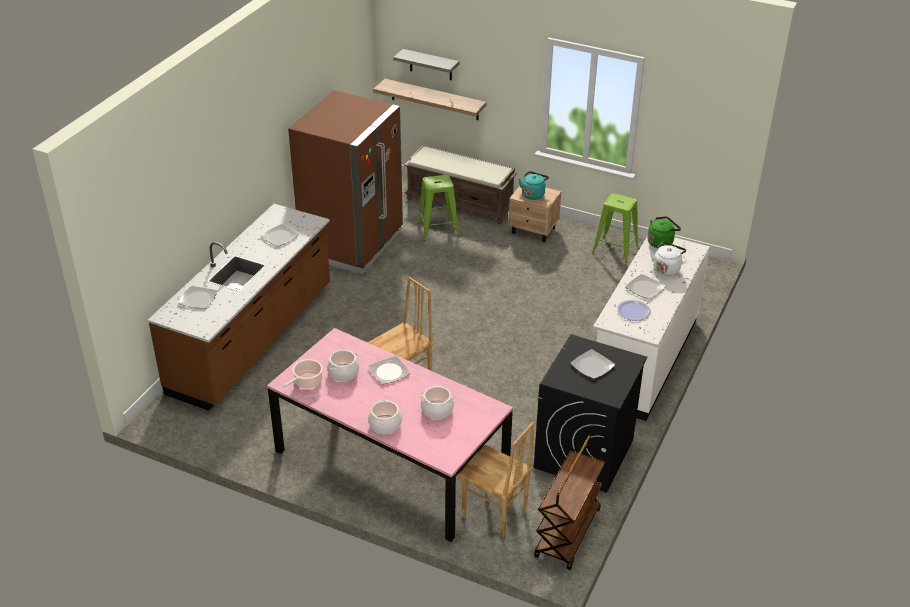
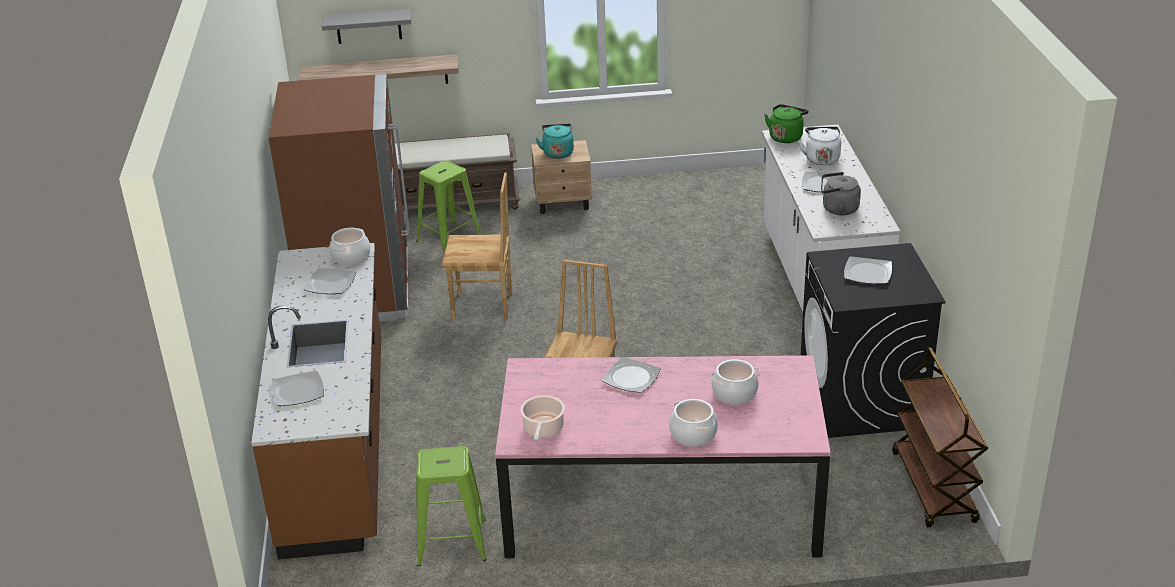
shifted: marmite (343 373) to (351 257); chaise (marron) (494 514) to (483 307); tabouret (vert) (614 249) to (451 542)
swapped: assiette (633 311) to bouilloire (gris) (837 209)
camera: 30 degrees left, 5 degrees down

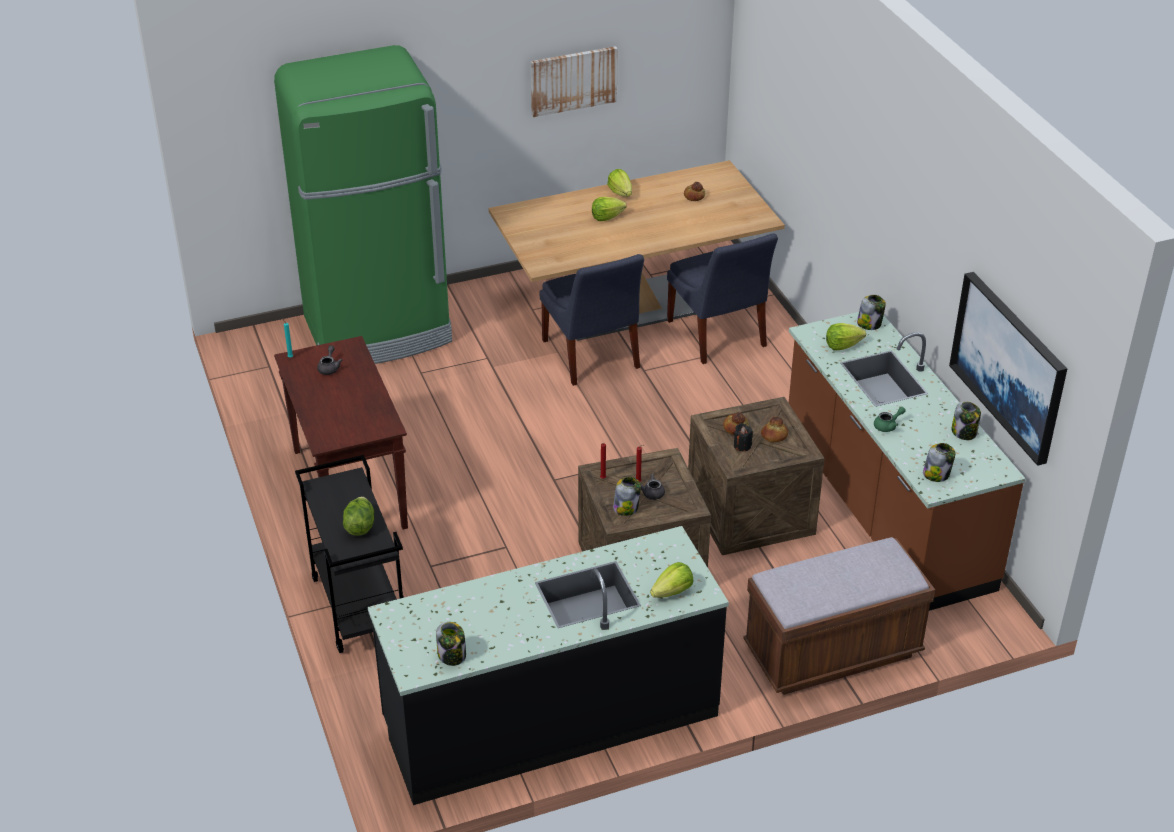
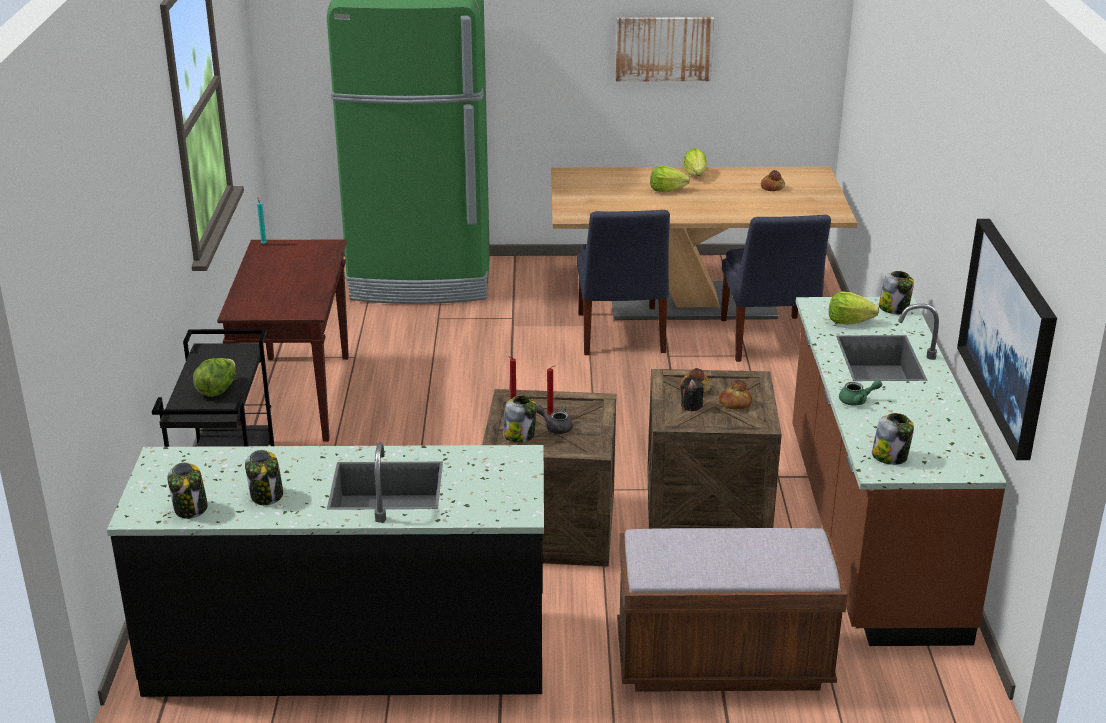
gone: théière (gris) (329 367); laitue (672 592)
shifted: bocal (964 432) to (267 496)
camera: 20 degrees right, 10 degrees down

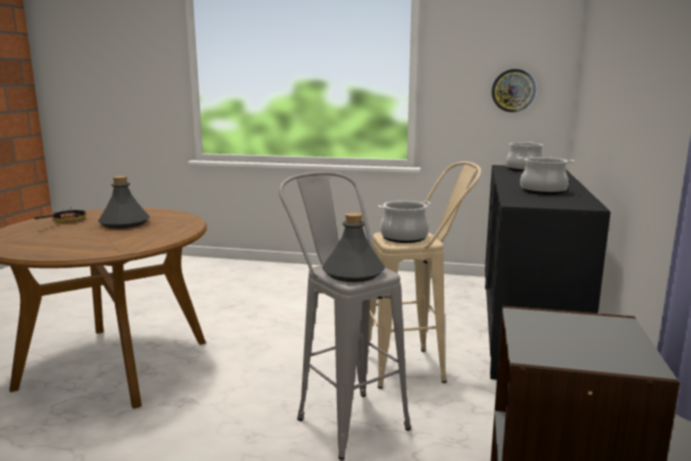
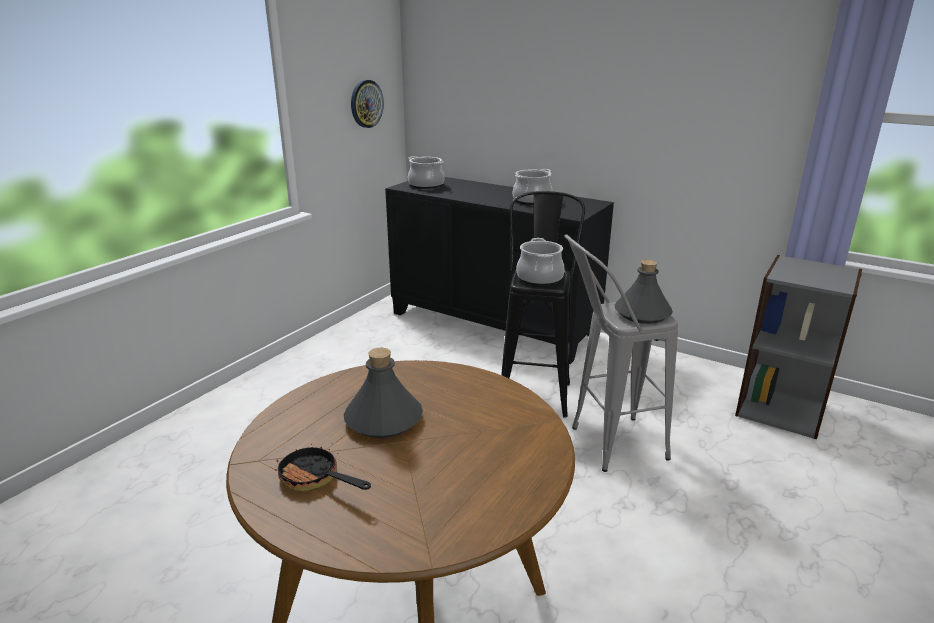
repainted: tabouret (beige) (417 367) to tabouret (noir) (536 390)
camera: 70 degrees left, 10 degrees up

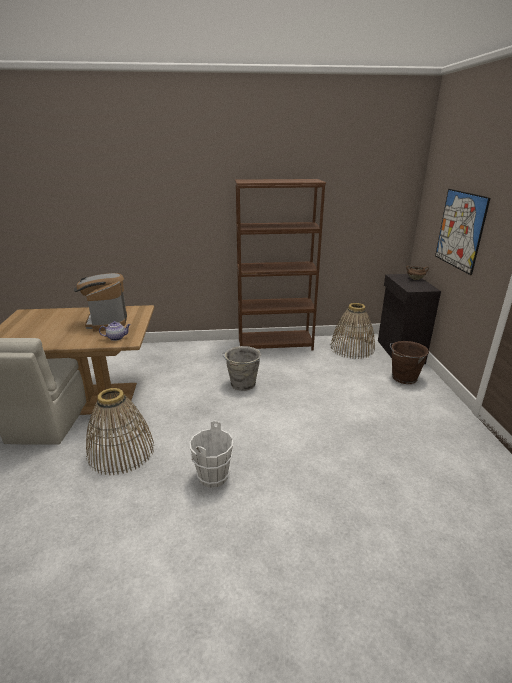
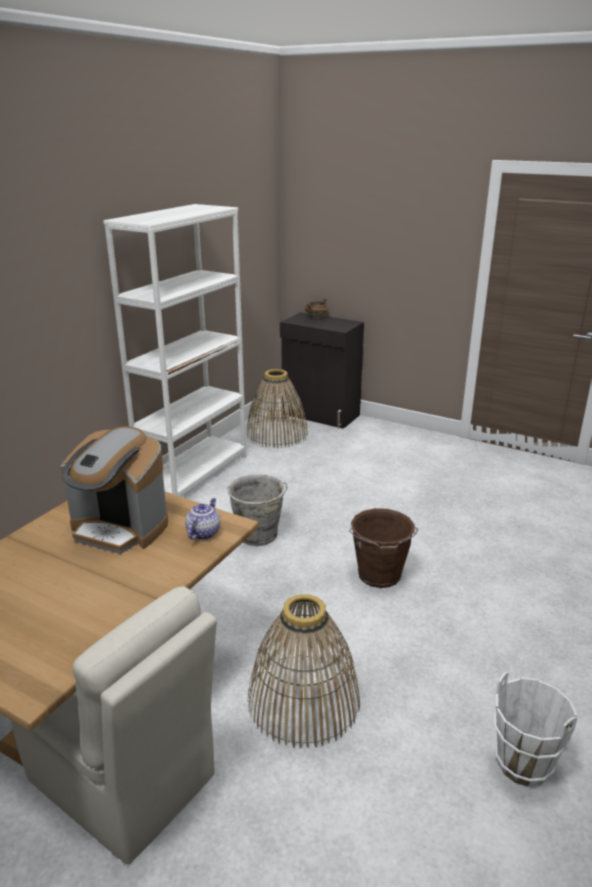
gone: tableau (460 230)
shifted: seau (blanc) (213 476) to (523 763); seau (marron) (403 378) to (379 576)
repainted: bibliothèque (marron) (275 345) to bibliothèque (blanc) (194 474)
camera: 55 degrees left, 0 degrees up

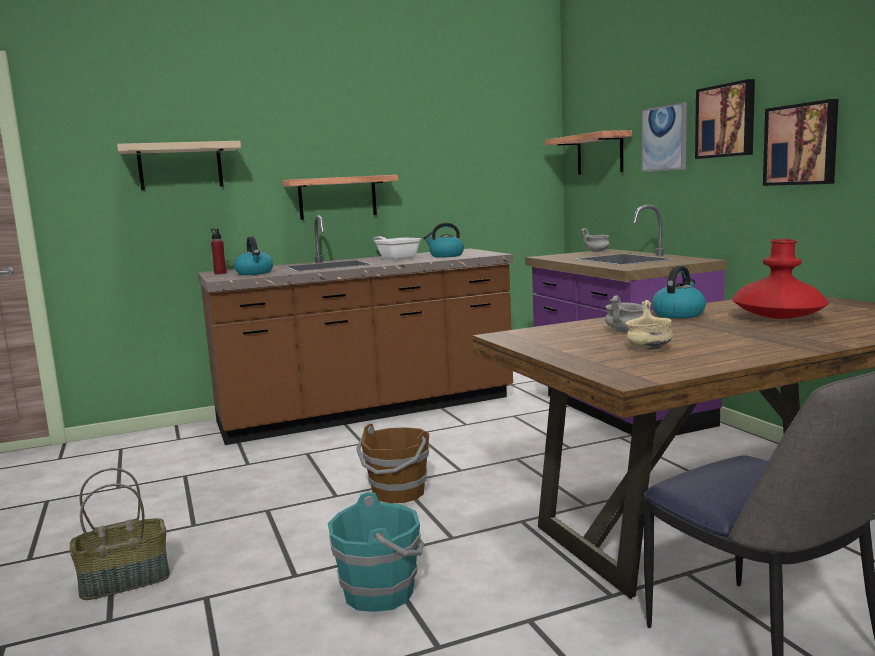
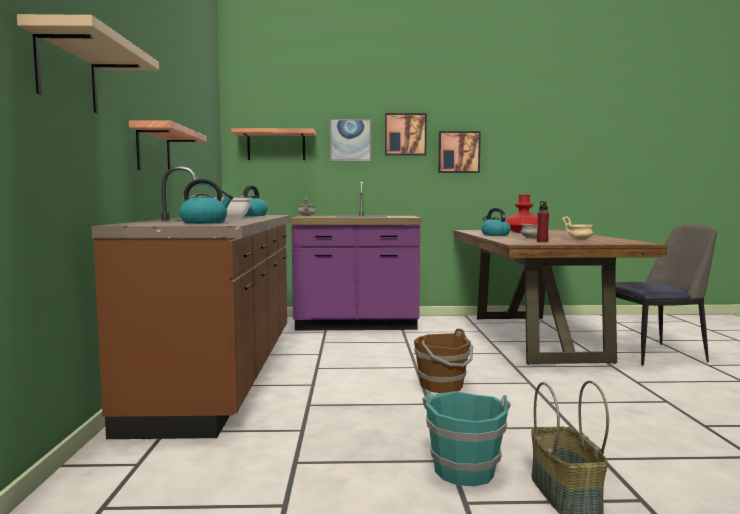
shifted: bouteille (rouge) (220 273) to (542 241); seau (turquoise) (381 592) to (464 469)
camera: 70 degrees left, 5 degrees down

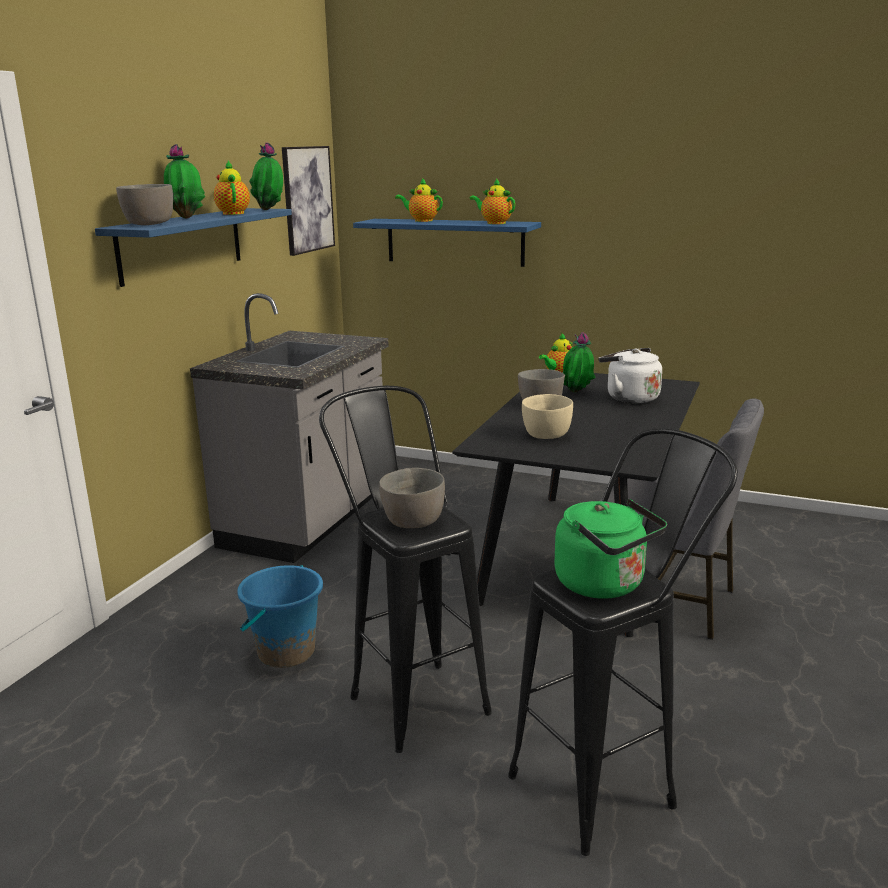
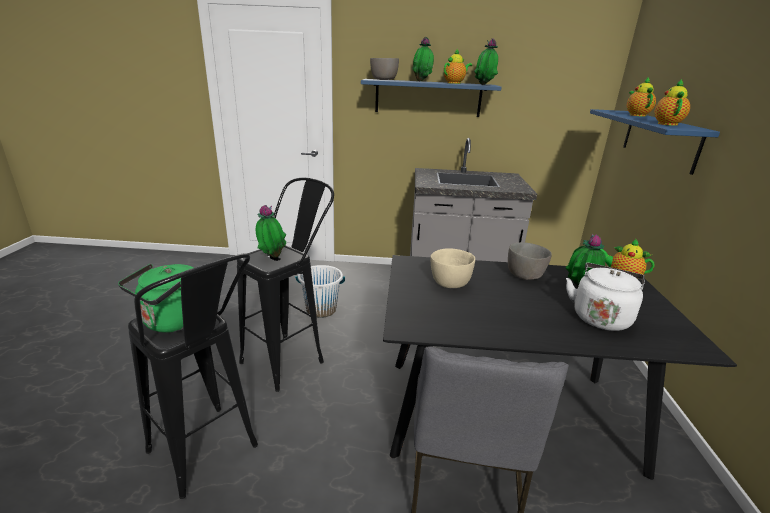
gone: tableau (307 199)
swapped: bol (gris) (412 522) to plante en pot (271 257)
repainted: seau (bleu) (285 652) to seau (blanc) (321 309)
camera: 70 degrees right, 5 degrees up

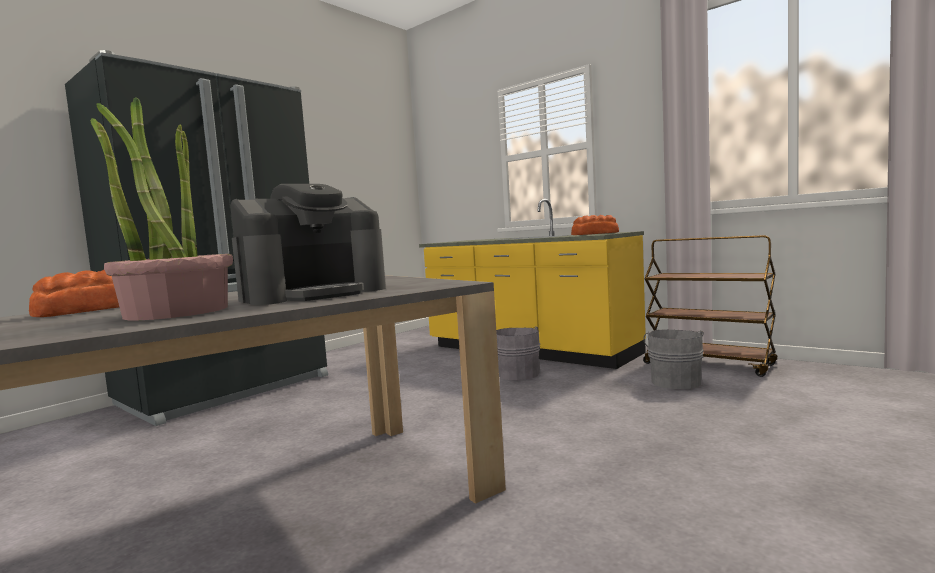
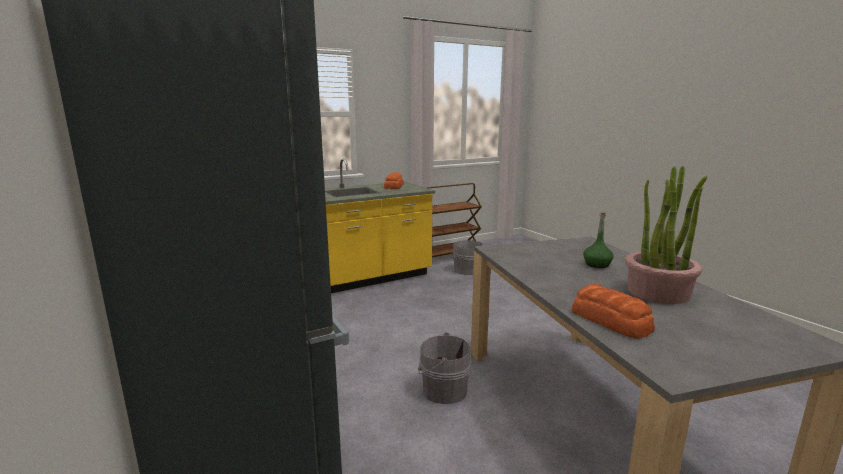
shifted: seau (gris) (517 373) to (442 389)
swapped: machine à café (314 294) to bouteille (vert) (597 264)
camera: 70 degrees left, 10 degrees up

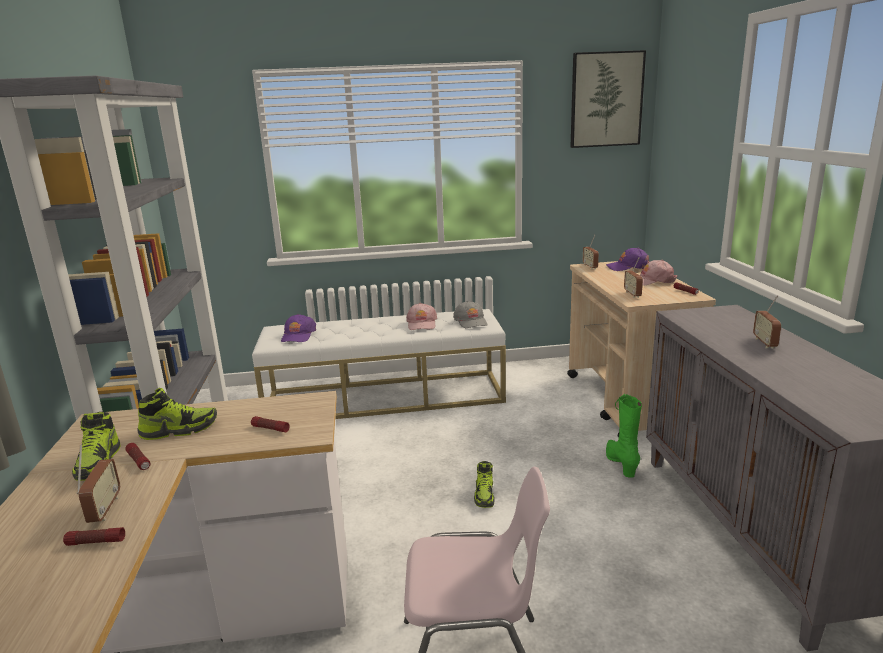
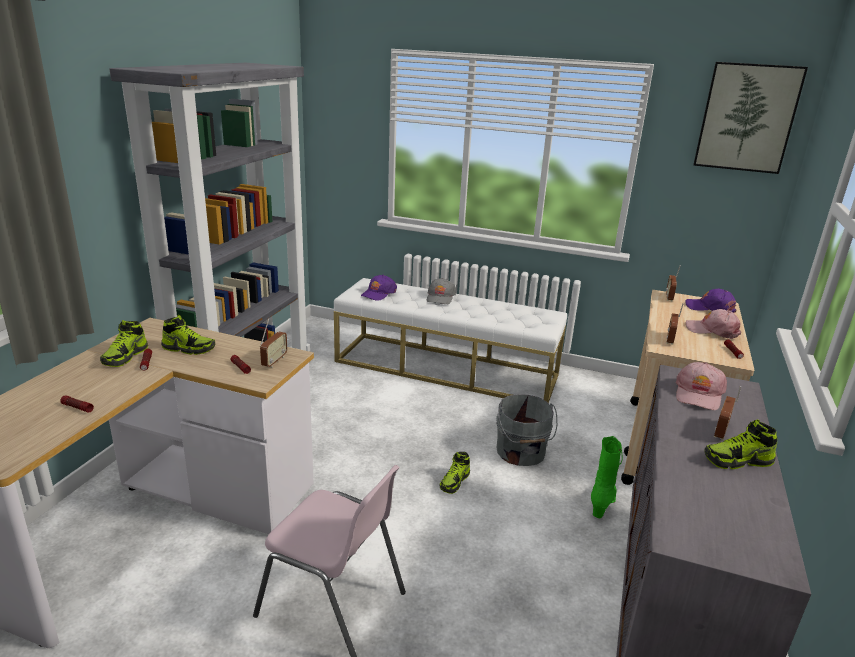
new: seau (gris) (521 453); chaussure (737 461)
shifted: radio (105 509) to (274 361); casquette (rose) (421 323) to (699 394); casquette (gris) (471 321) to (440 297)
camera: 25 degrees right, 5 degrees up

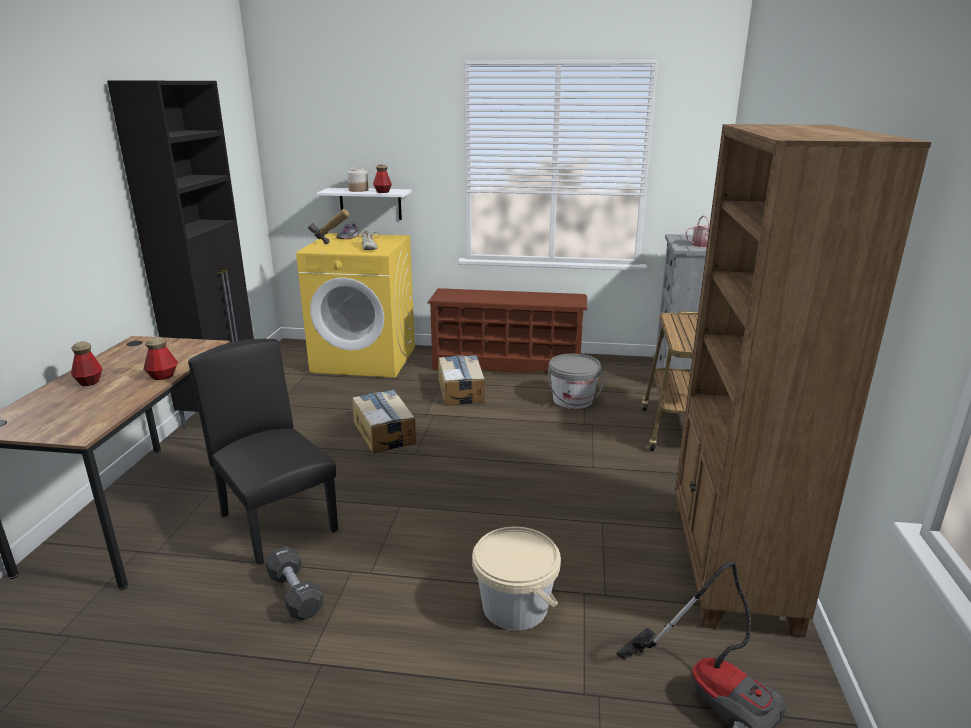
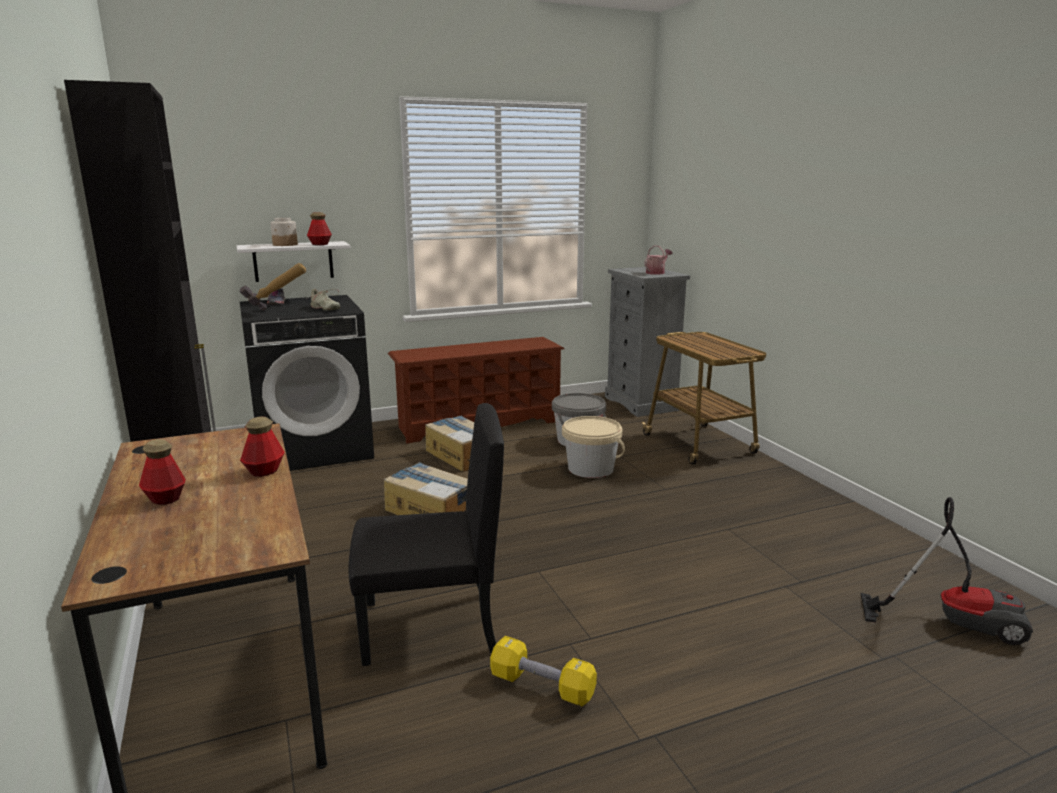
gone: bibliothèque (marron) (730 566)
shifted: seau (beige) (515 606) to (590 469)
repainted: haltère (noir) (295 594) to haltère (jaune) (542 686); lave-linge (jaune) (365 359) to lave-linge (noir) (314 448)
rotated: chaise (noir) (279 522) = (429 627) 150 degrees clockwise
camera: 30 degrees left, 5 degrees down

